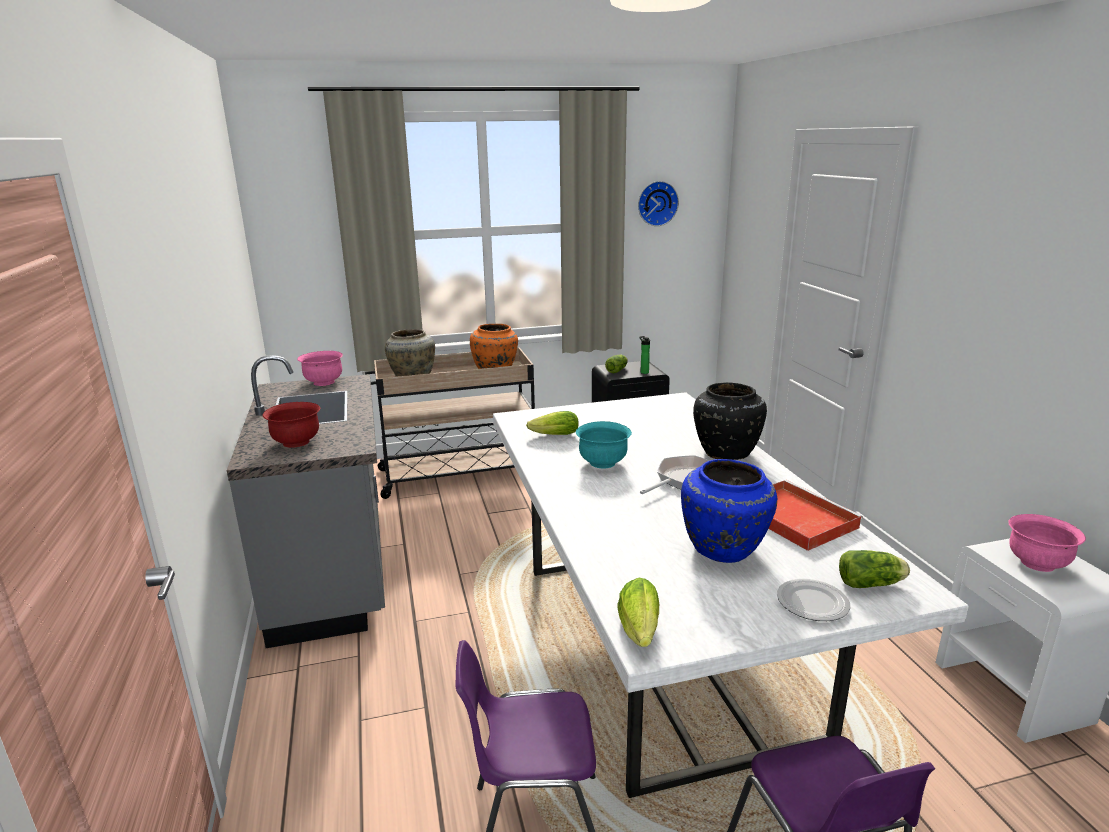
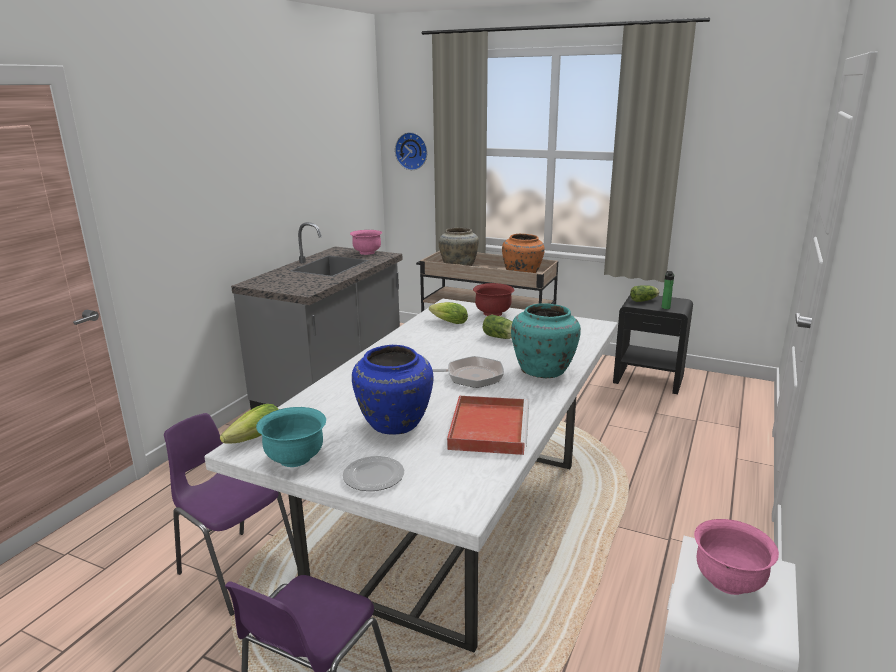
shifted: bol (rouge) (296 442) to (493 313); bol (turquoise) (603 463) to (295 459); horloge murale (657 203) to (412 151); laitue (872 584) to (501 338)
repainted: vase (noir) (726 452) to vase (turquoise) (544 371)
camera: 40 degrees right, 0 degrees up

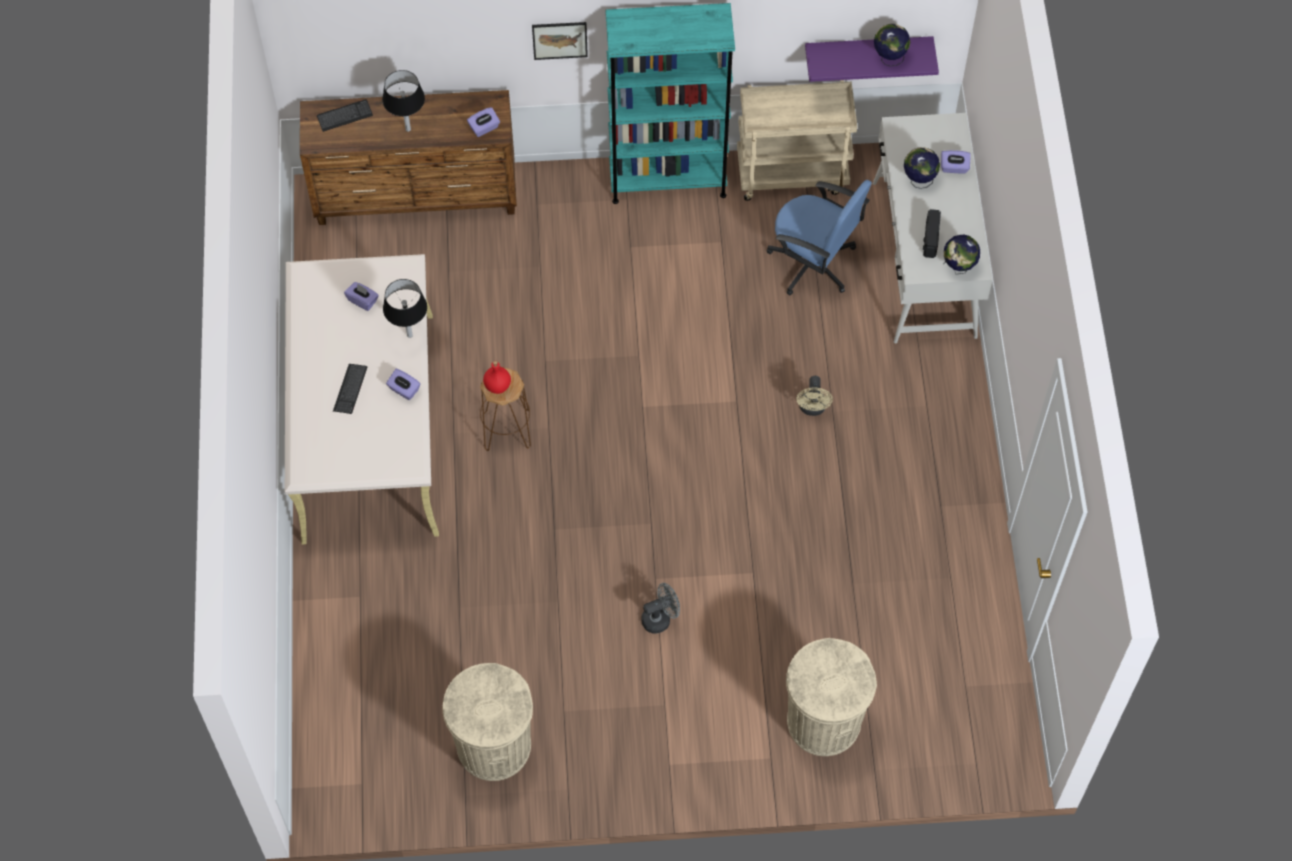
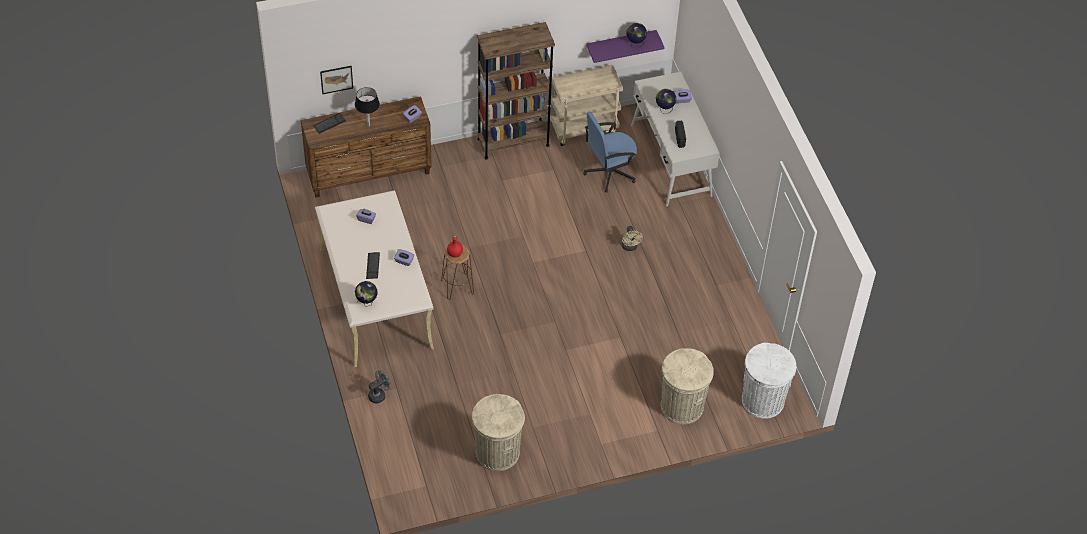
gone: lampe de table (noir) (409 335)
new: poubelle (blanc) (762 401)
shifted: tableau (560 40) to (336 79); ventilateur (gris) (660 618) to (379 395); globe (958 268) to (367 302)
repainted: bibliothèque (turquoise) (667 179) to bibliothèque (marron) (513 142)
rotated: chaise de bureau (bleu) (813 263) = (609 172) 135 degrees clockwise
camera: 15 degrees left, 10 degrees down

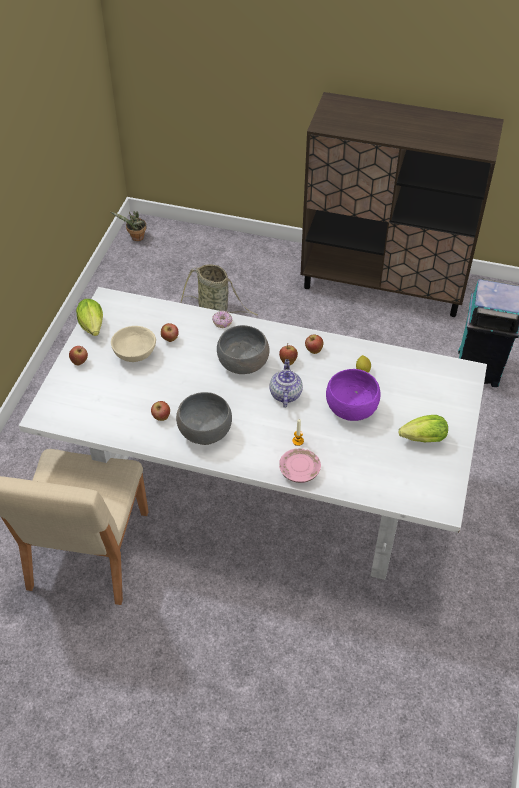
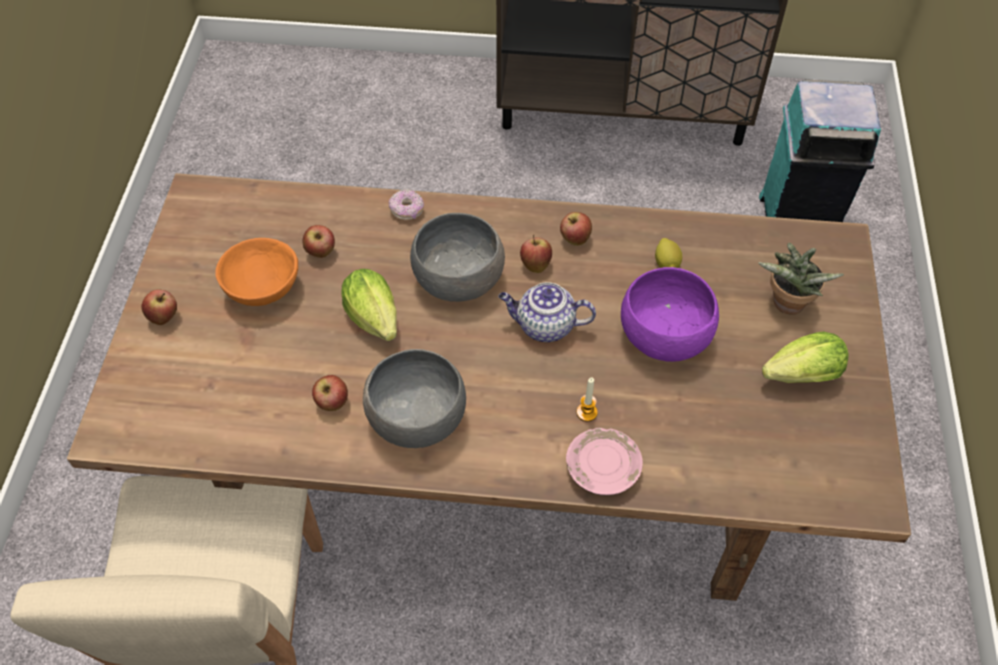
gone: panier (215 309)
shifted: laitue (93 328) to (376 322); plante en pot (136 238) to (786 306)
repainted: table à manger (blanc) (257 486) to table à manger (marron) (496 469); bol (beige) (135 354) to bol (orange) (262 289)
rotated: théière (285 394) = (544 326) 75 degrees counterclockwise
camera: 10 degrees left, 5 degrees up

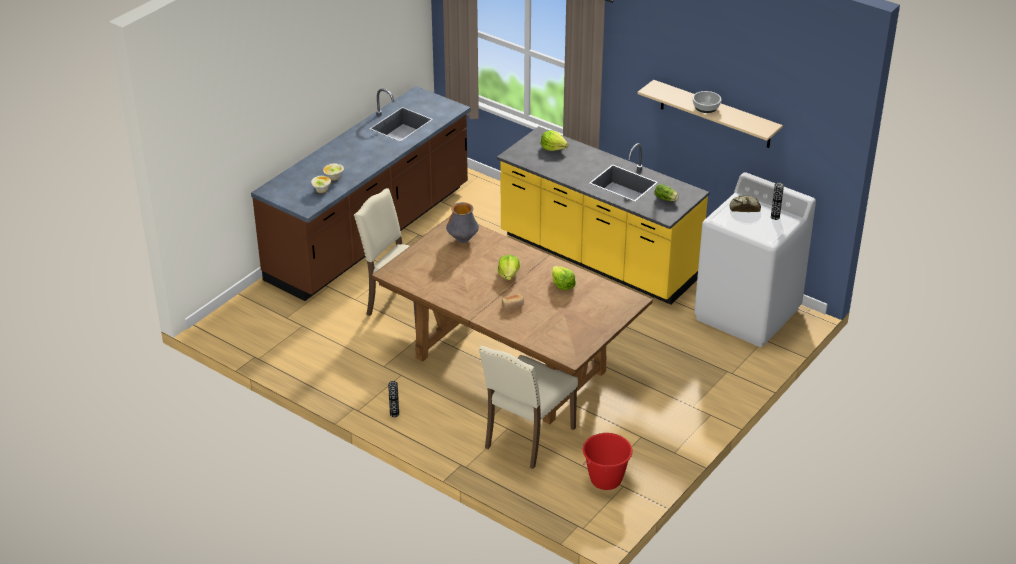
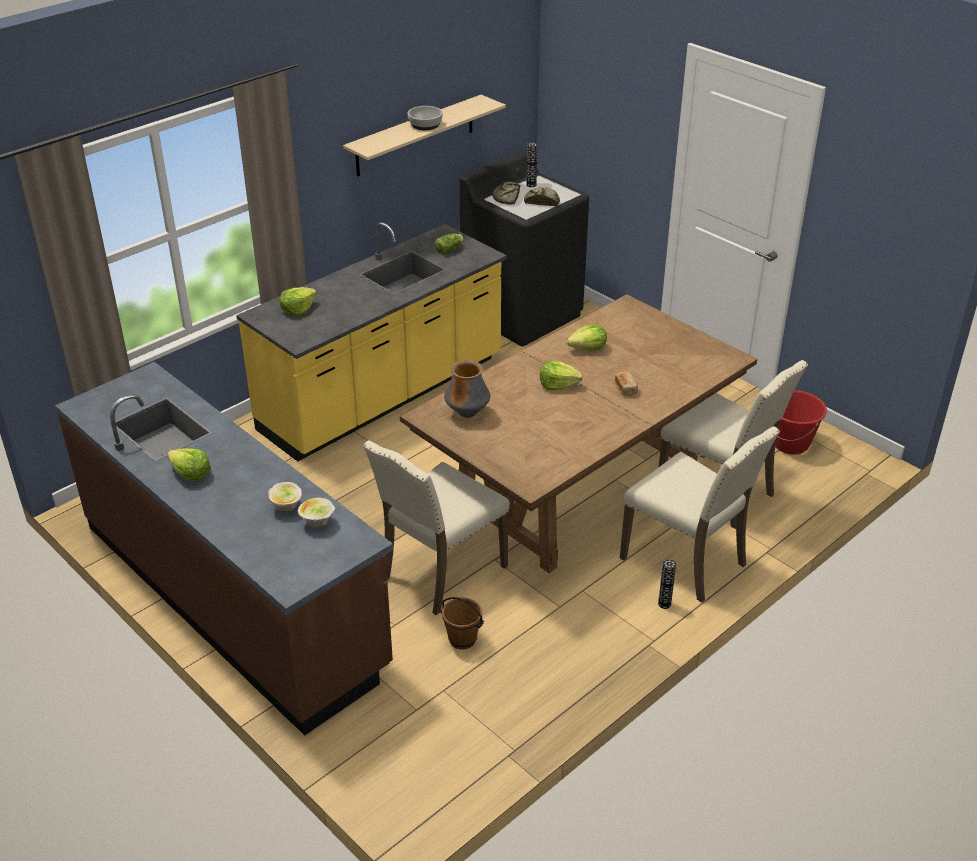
new: laitue (190 474); seau (marron) (462 640); pain (542 201); chaise (beige) (687 561)
repainted: lave-linge (blanc) (748 314) to lave-linge (noir) (522 314)
camera: 80 degrees left, 0 degrees up

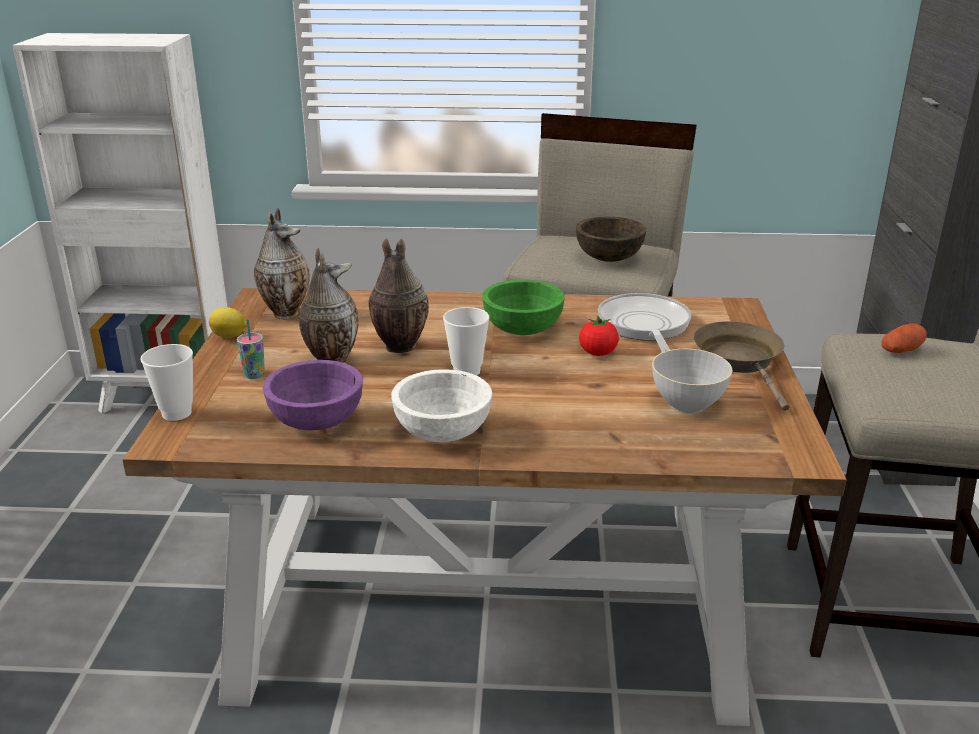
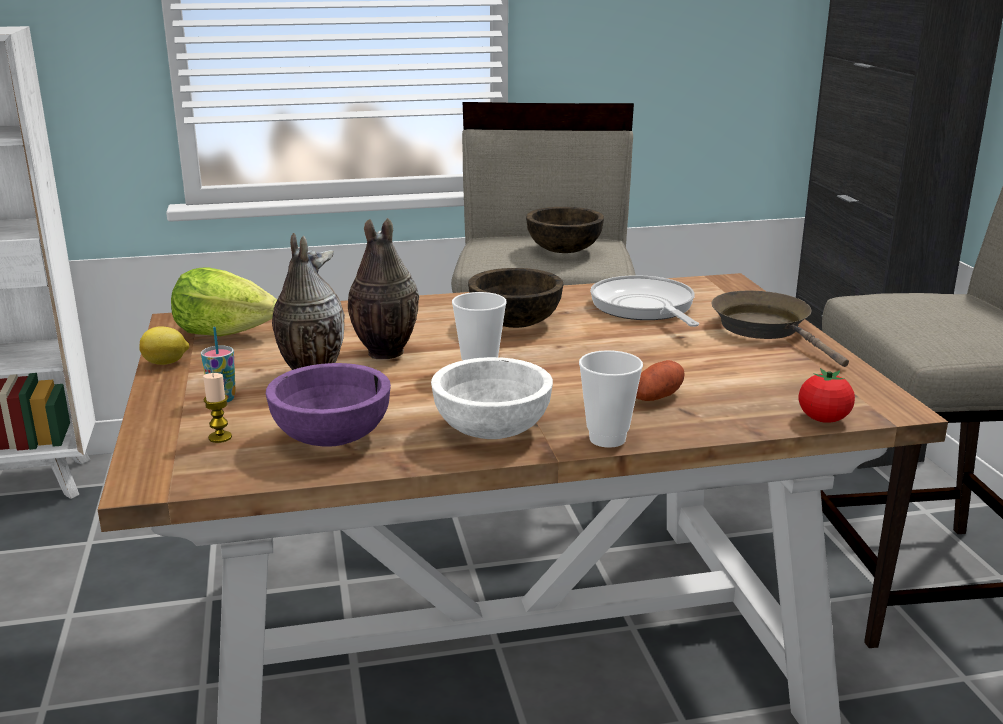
gone: bol (gris) (687 404)
new: bougie (220 437)
shifted: tasse (176 413) to (607 439); tomate (597 353) to (823 419); pomme de terre (901 350) to (656 397)
swapped: vase (286 312) to laitue (223 333)
repainted: bol (vert) (522 329) to bol (marron) (514 323)
camera: 15 degrees left, 5 degrees down

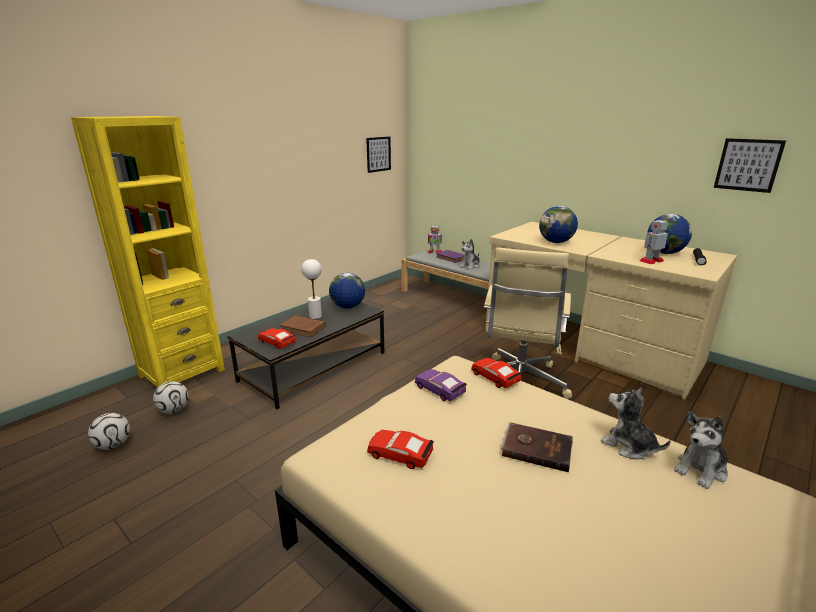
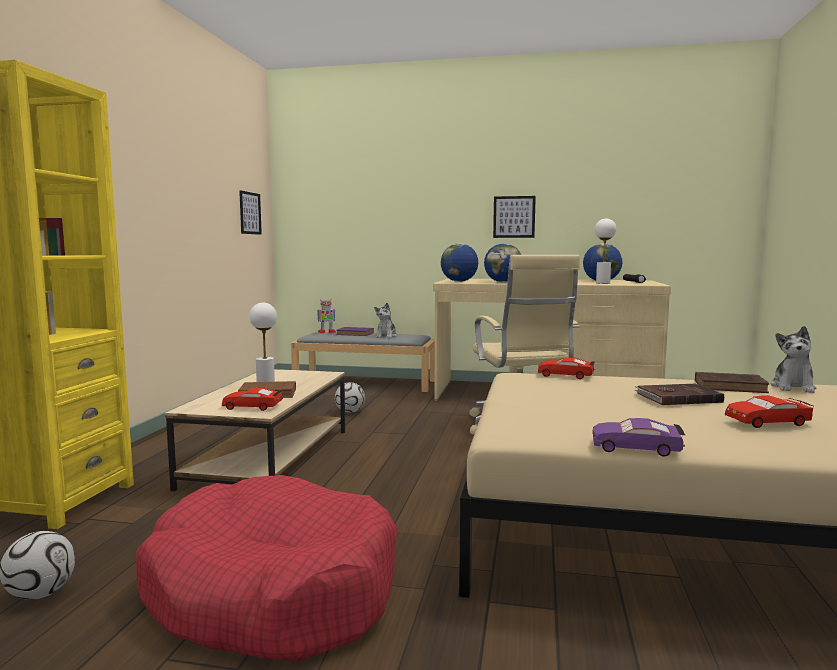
new: panier pour chien (rouge) (272 591)
shifted: ballon de foot (174 410) to (350 412); globe (348 307) to (459 281); petite voiture (rouge) (400 454) to (767 421); petite voiture (violet) (440 390) to (636 448); tableau (748 165) to (514 217)
swapped: peluche (628 446) to livre (marron) (732 387); robot jouet (651 261) to lampe de table (blanc) (603 283)
repainted: table basse (noir) (314 366) to table basse (beige) (270 457)
camera: 30 degrees left, 15 degrees down

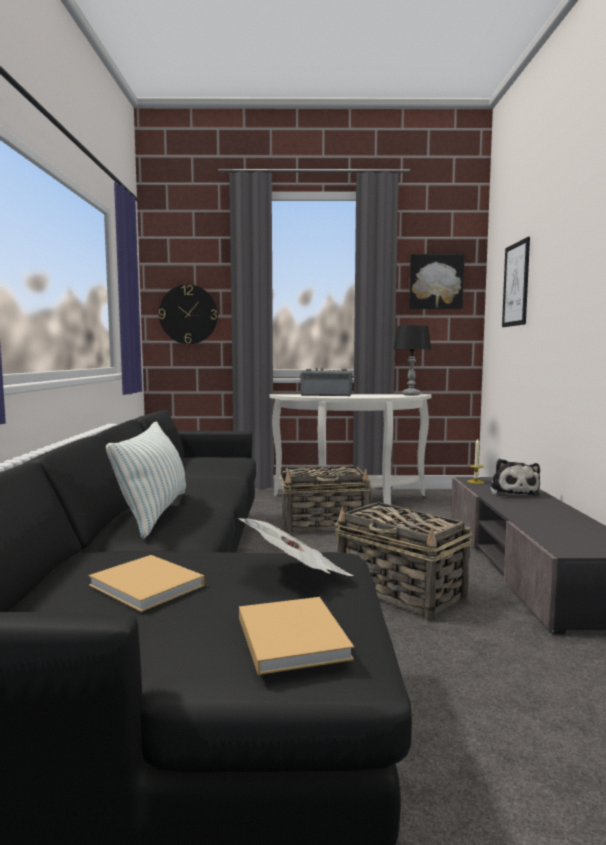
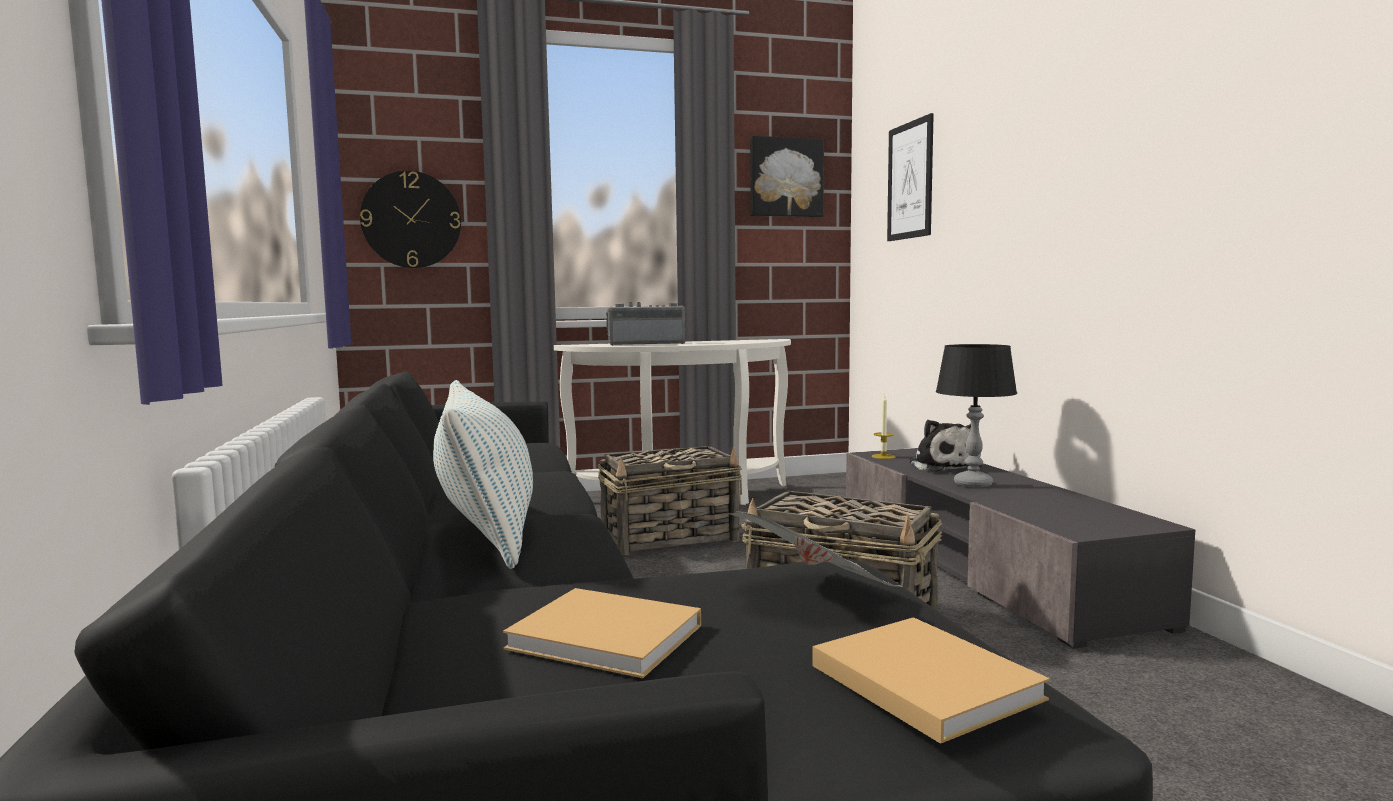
shifted: lampe de table (noir) (410 394) to (972 484)
camera: 15 degrees left, 0 degrees up

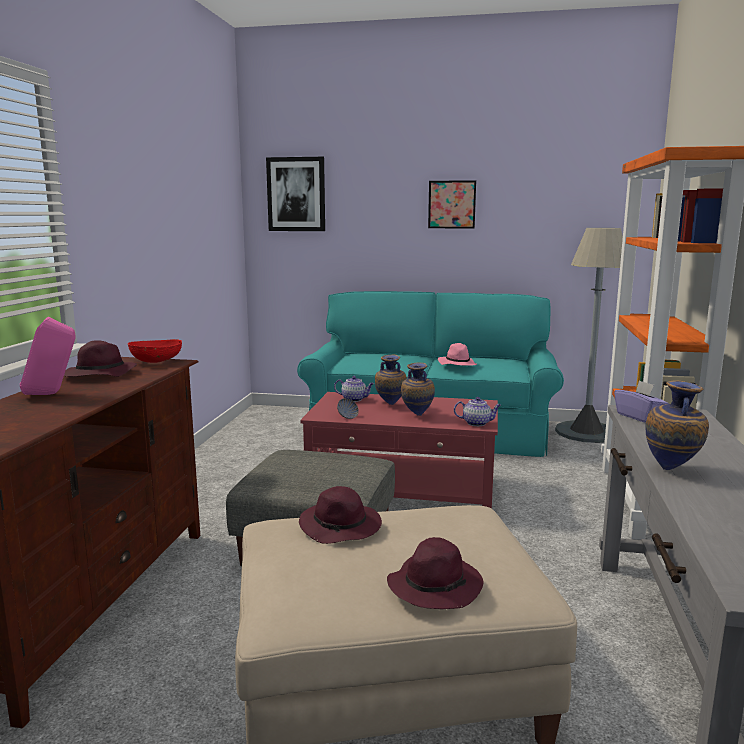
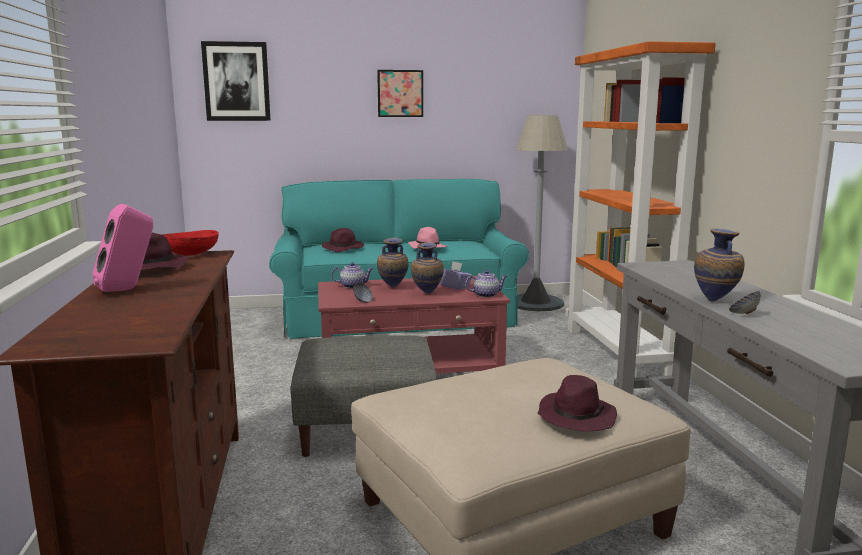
new: bol (743 314)
shifted: chapeau (violet) (341 527) to (343 248); boîte à mouchoirs (violet) (639 417) to (454 286)
camera: 20 degrees left, 0 degrees up

